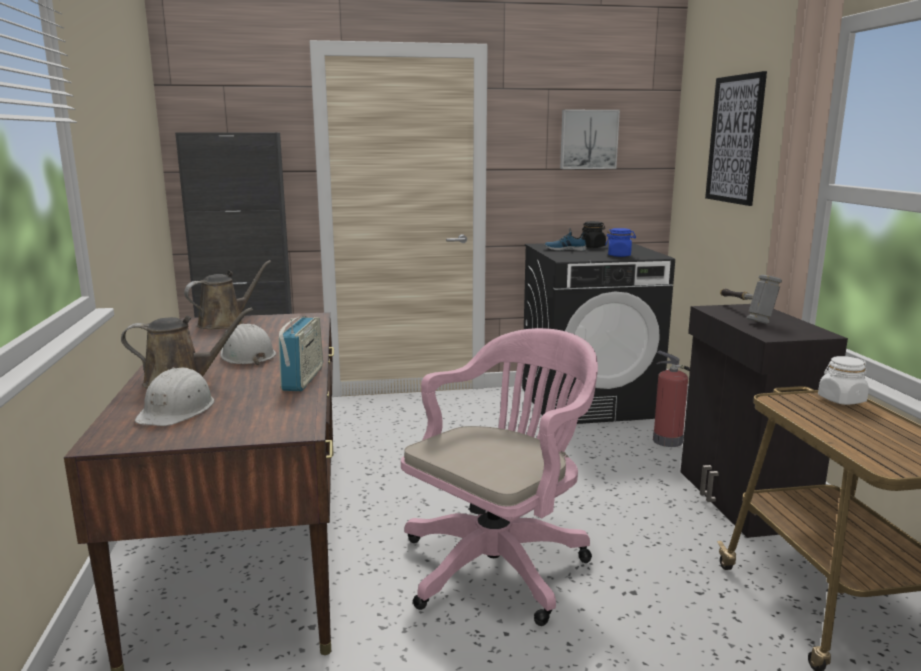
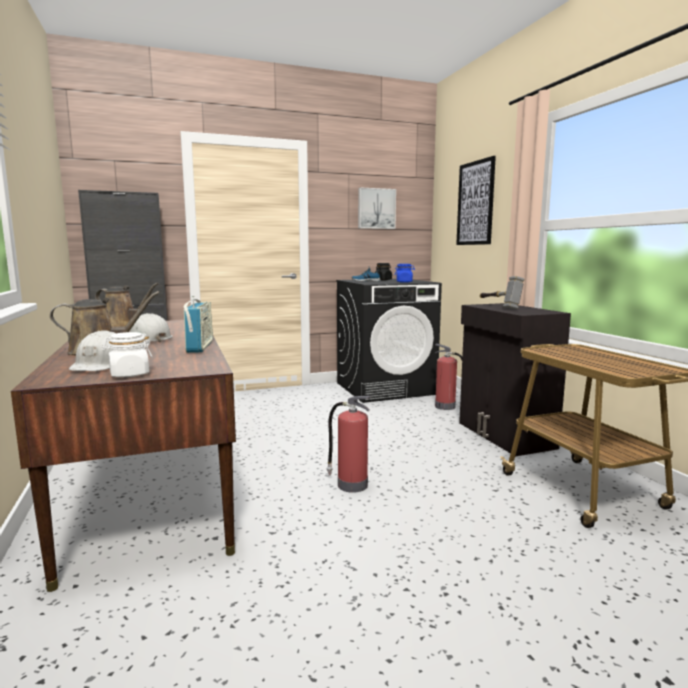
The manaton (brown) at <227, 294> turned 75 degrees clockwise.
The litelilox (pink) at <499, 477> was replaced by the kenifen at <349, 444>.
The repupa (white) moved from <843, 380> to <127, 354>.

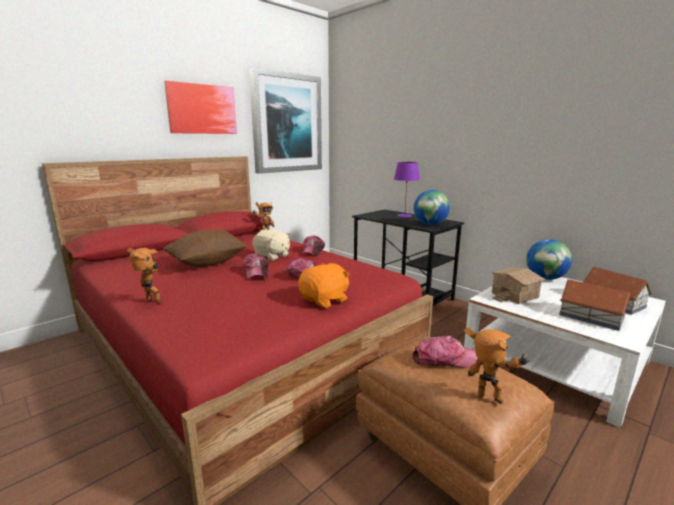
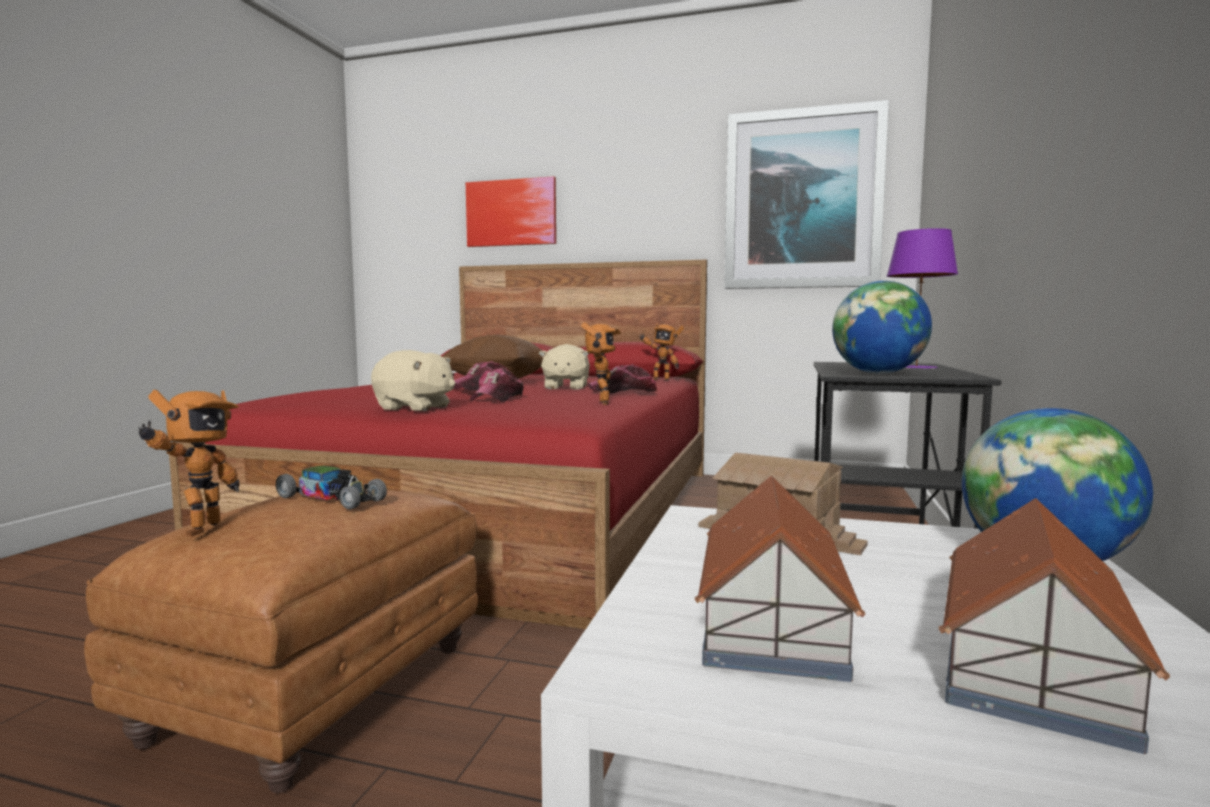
The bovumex moved from <144, 276> to <601, 363>.
The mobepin moved from <200, 107> to <511, 211>.
The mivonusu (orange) at <324, 285> became the mivonusu (beige) at <413, 380>.
The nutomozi at <445, 352> was replaced by the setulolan at <331, 488>.

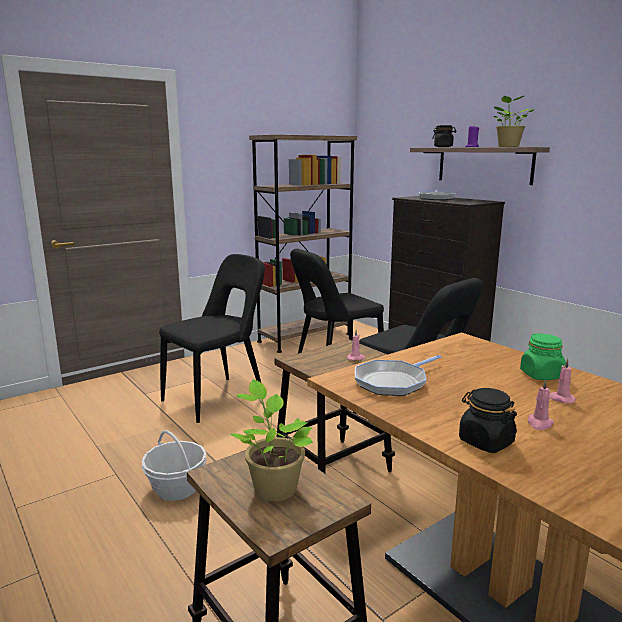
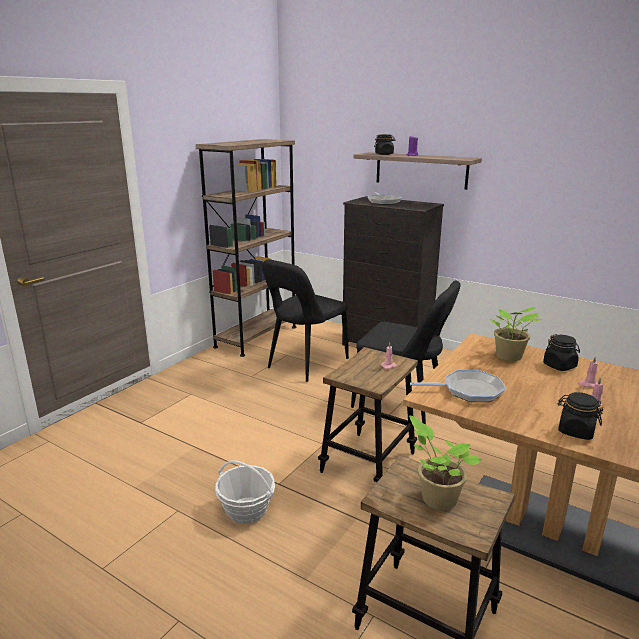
The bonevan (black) at <212, 338> disappeared.
The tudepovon at <398, 375> turned 120 degrees counterclockwise.
The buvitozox moved from <514, 121> to <516, 334>.
The repupa (green) at <543, 356> became the repupa (black) at <561, 352>.

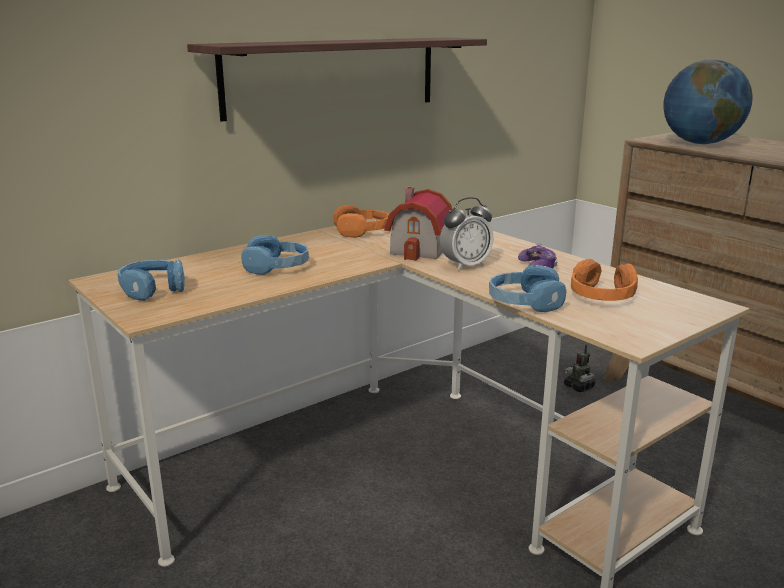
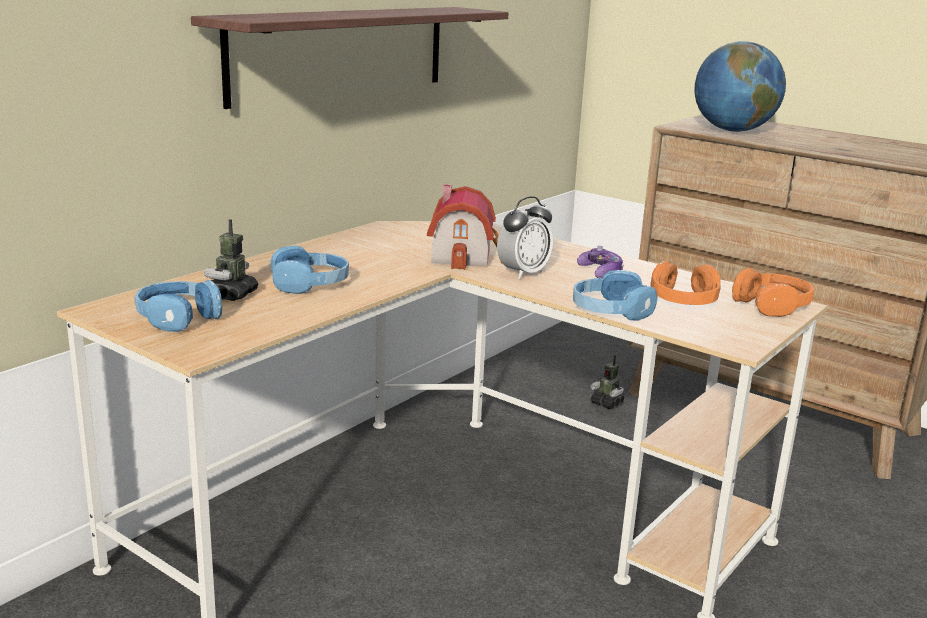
The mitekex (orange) moved from <361, 221> to <773, 292>.
The bovumex at <231, 260> appeared.

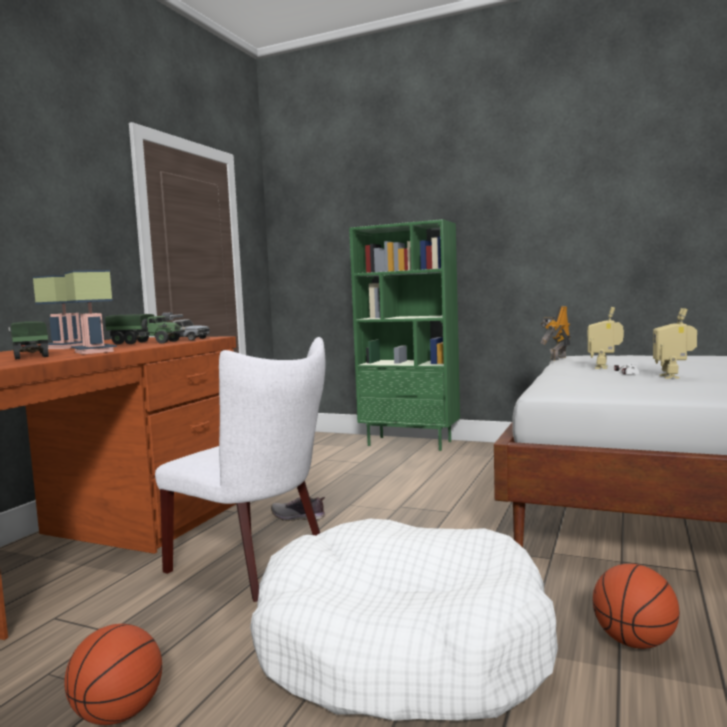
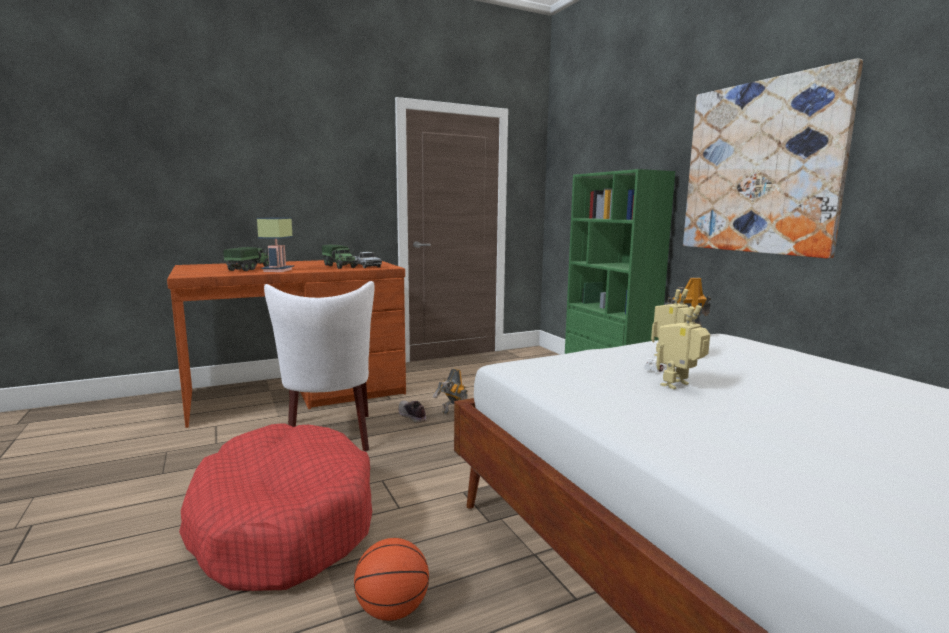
The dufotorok at <58, 312> disappeared.
The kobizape at <113, 674> disappeared.
The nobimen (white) at <404, 620> became the nobimen (red) at <275, 507>.
The bovumex at <450, 391> appeared.
The mobepin at <773, 158> appeared.

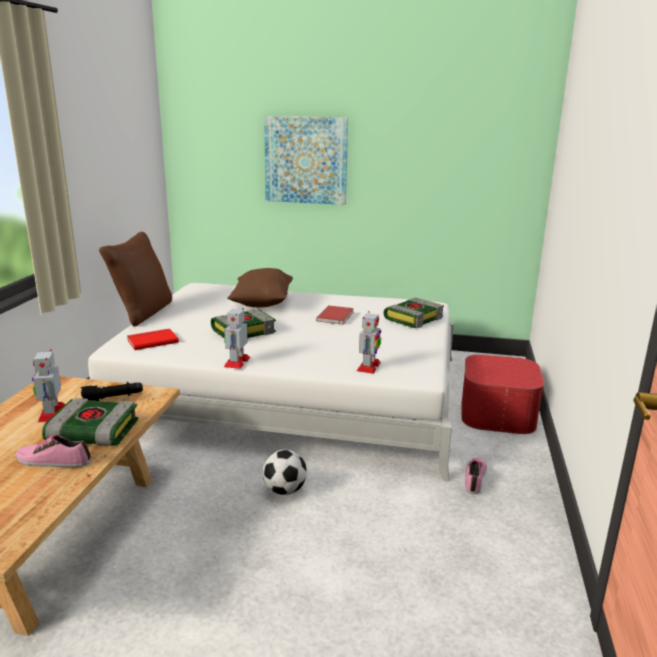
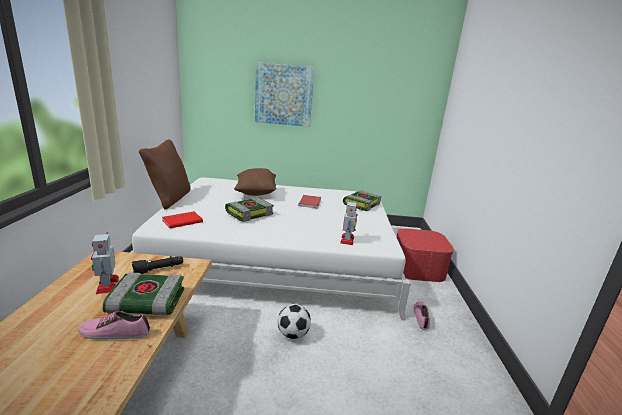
The bovumex at <237, 338> disappeared.

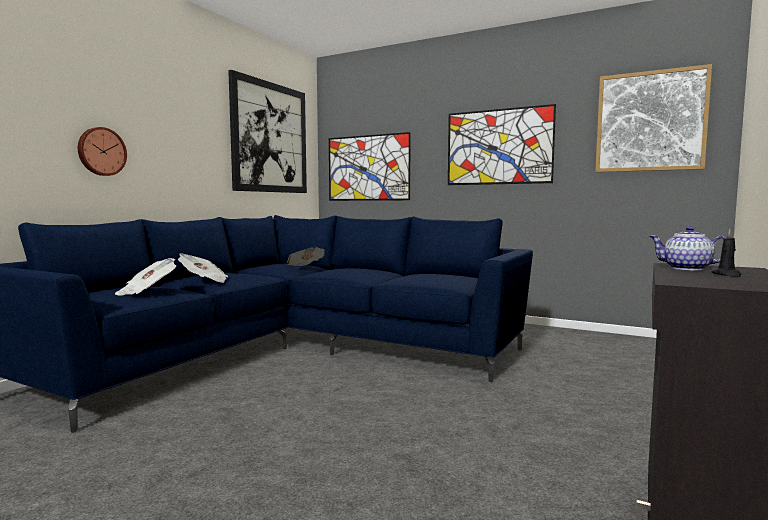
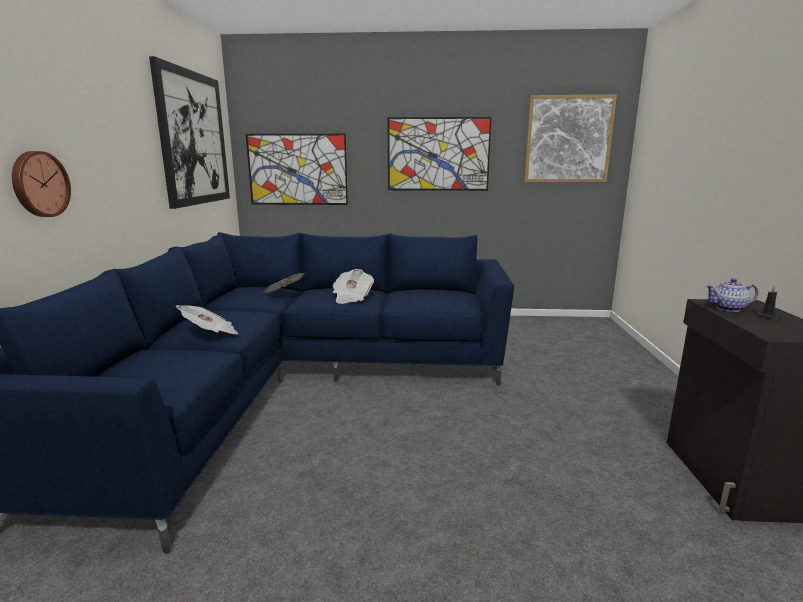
The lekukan moved from <145, 276> to <353, 286>.

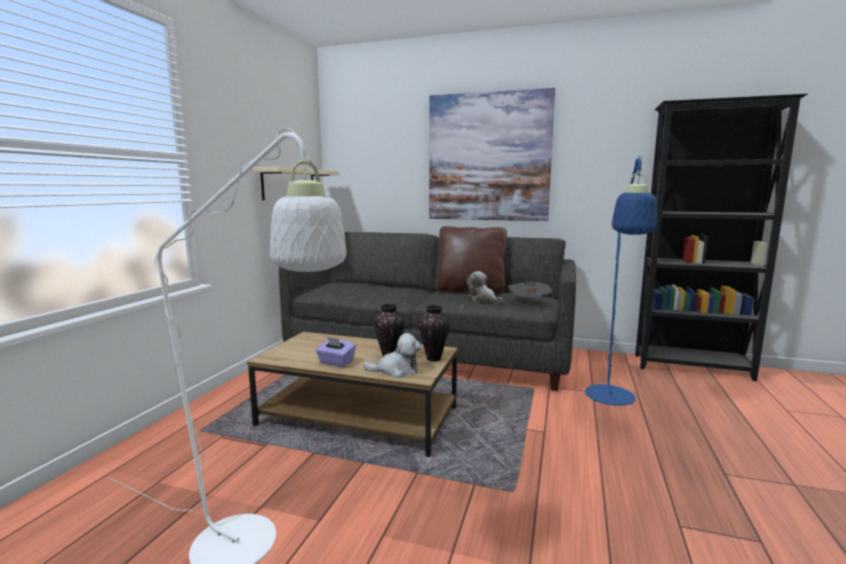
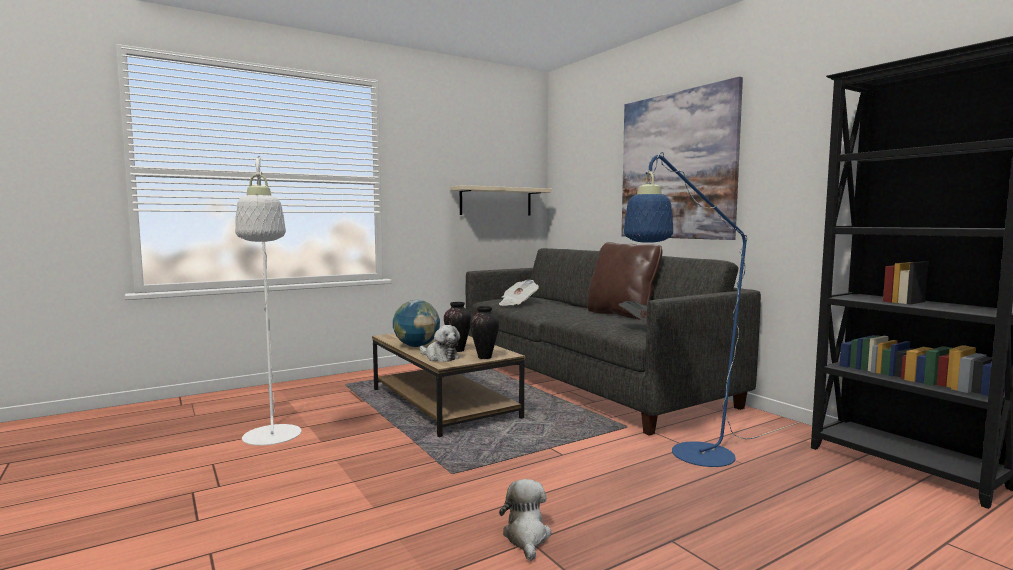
The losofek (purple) at <336, 352> was replaced by the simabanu at <416, 323>.
The mivonusu moved from <485, 287> to <525, 520>.
The lekukan at <519, 293> appeared.

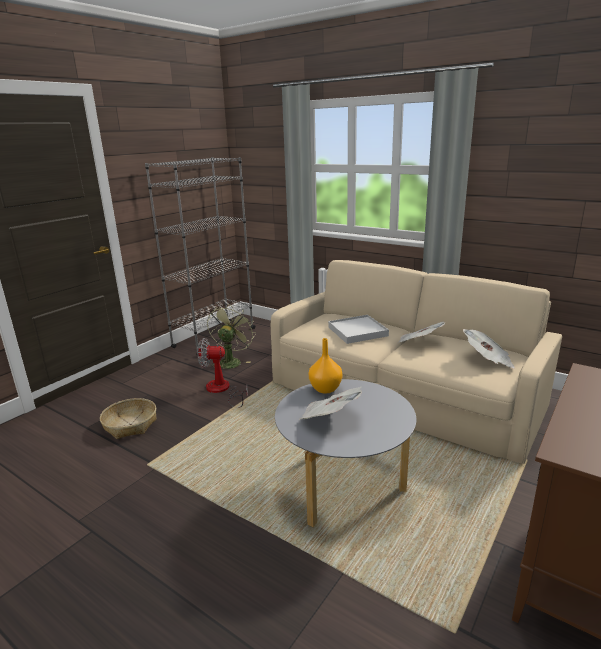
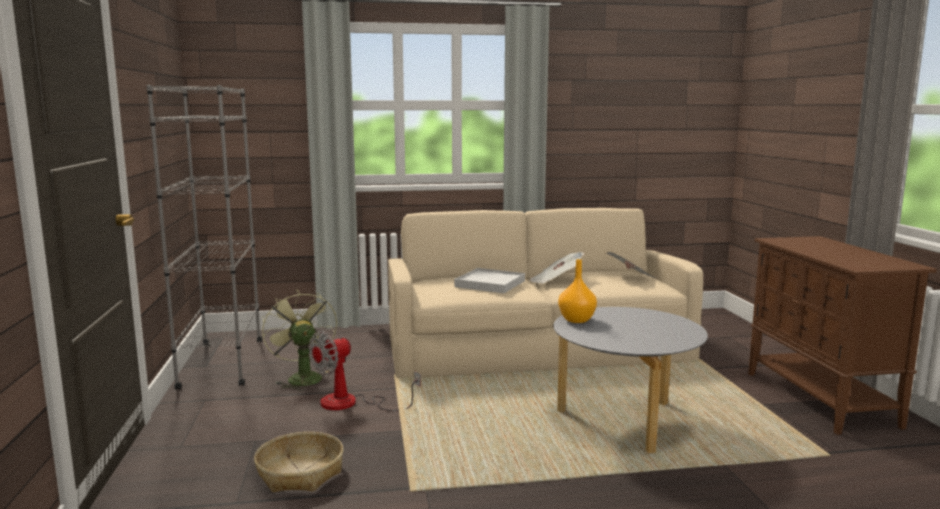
The lekukan at <330, 403> disappeared.

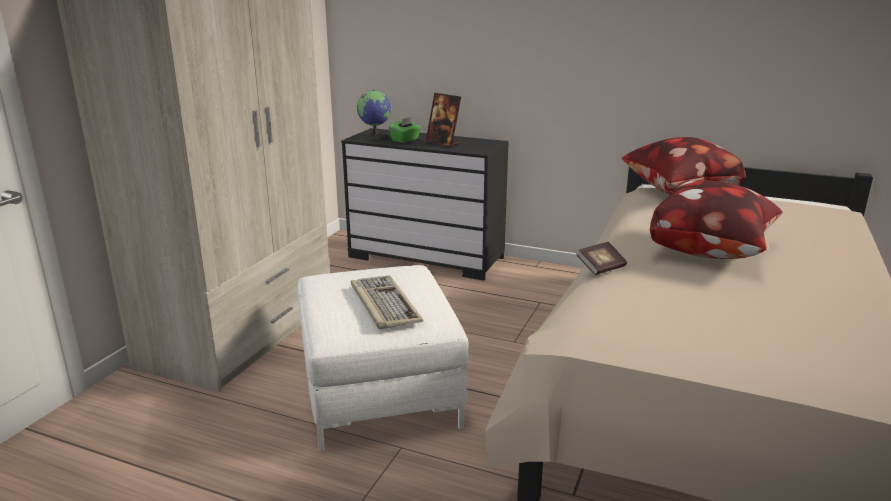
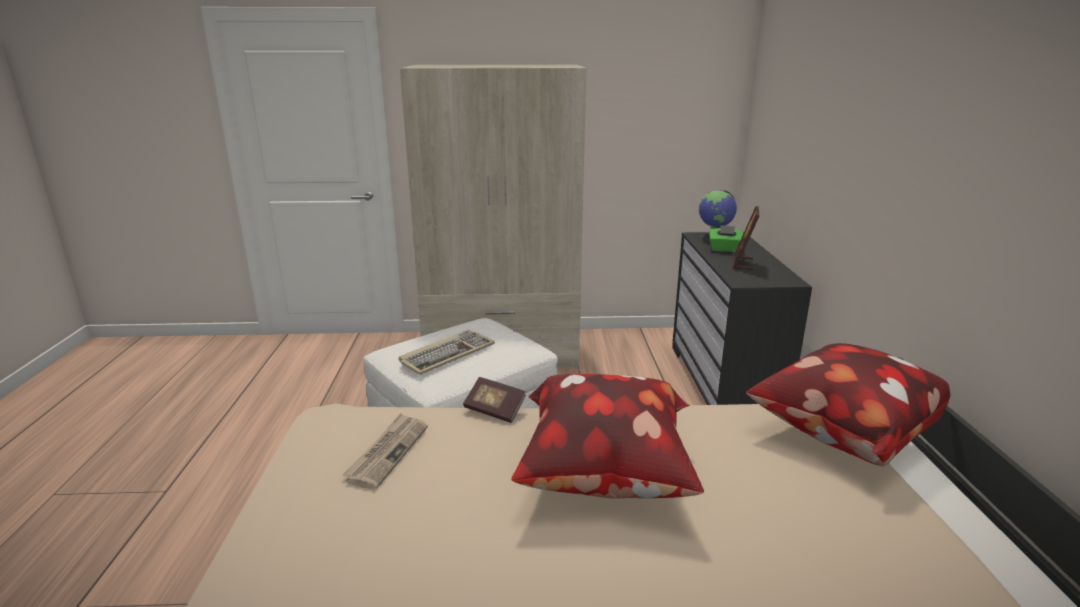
The lekukan at <385, 451> appeared.

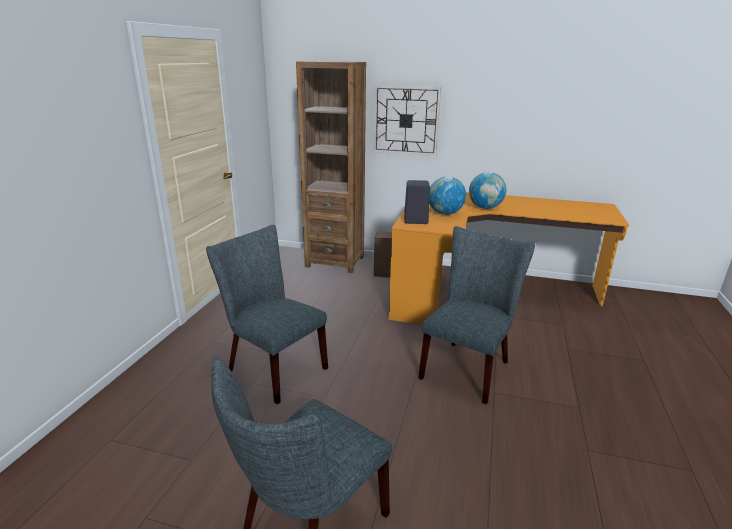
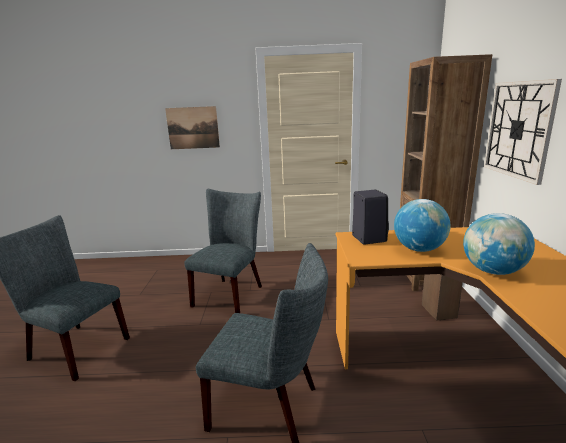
The mobepin at <192, 127> appeared.

